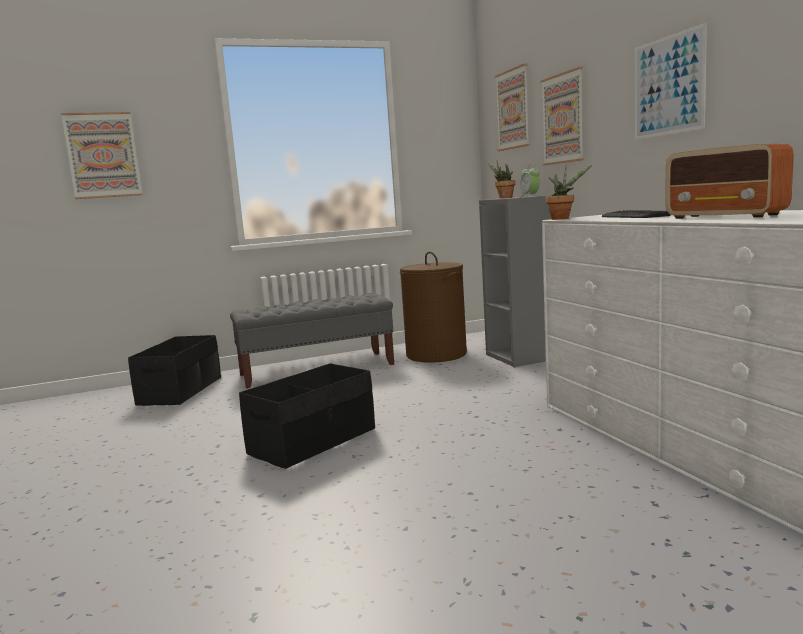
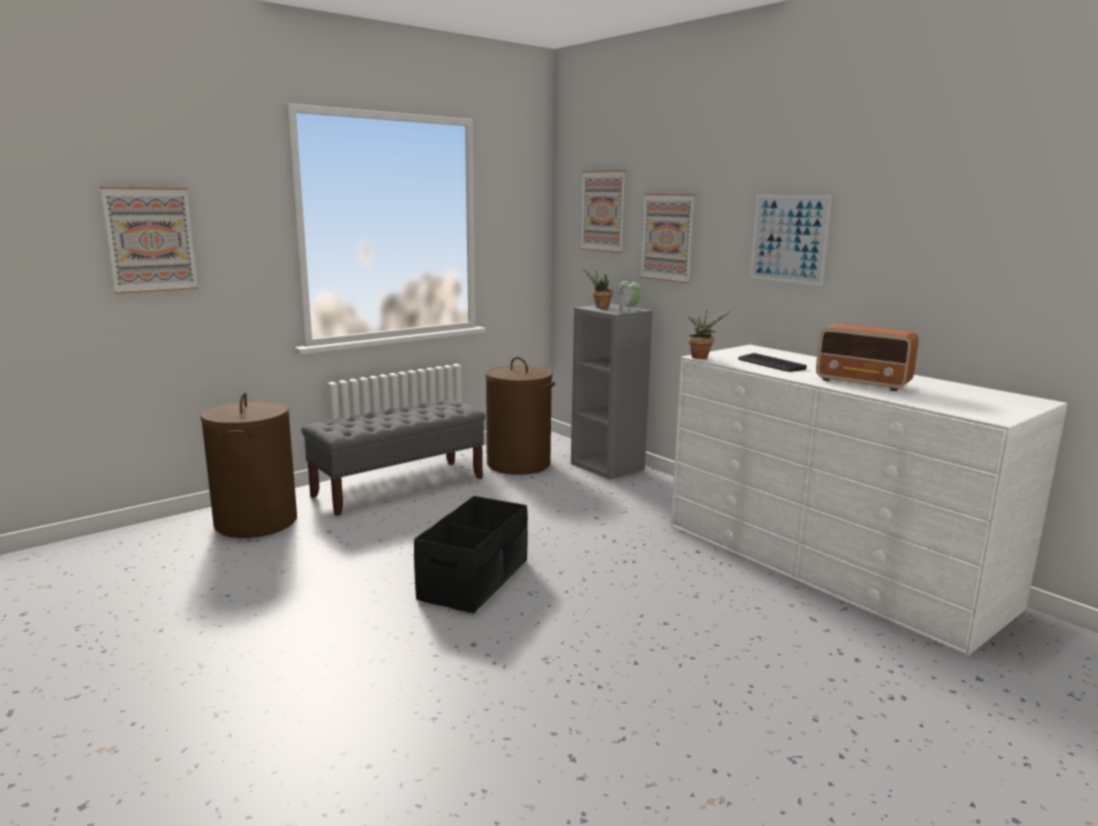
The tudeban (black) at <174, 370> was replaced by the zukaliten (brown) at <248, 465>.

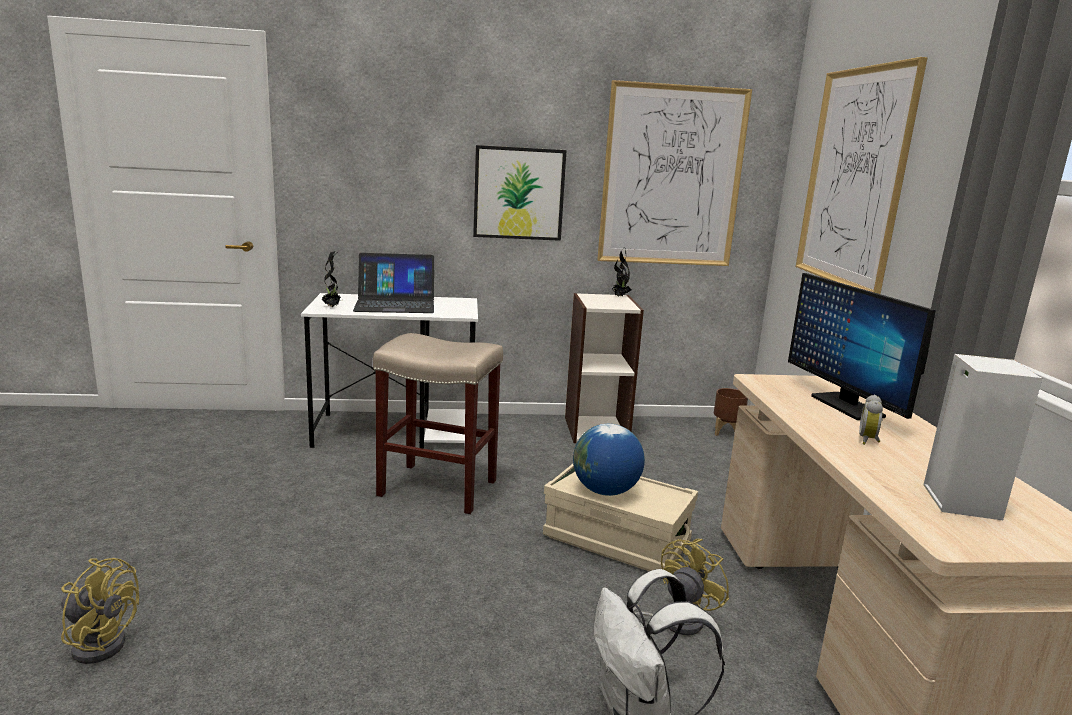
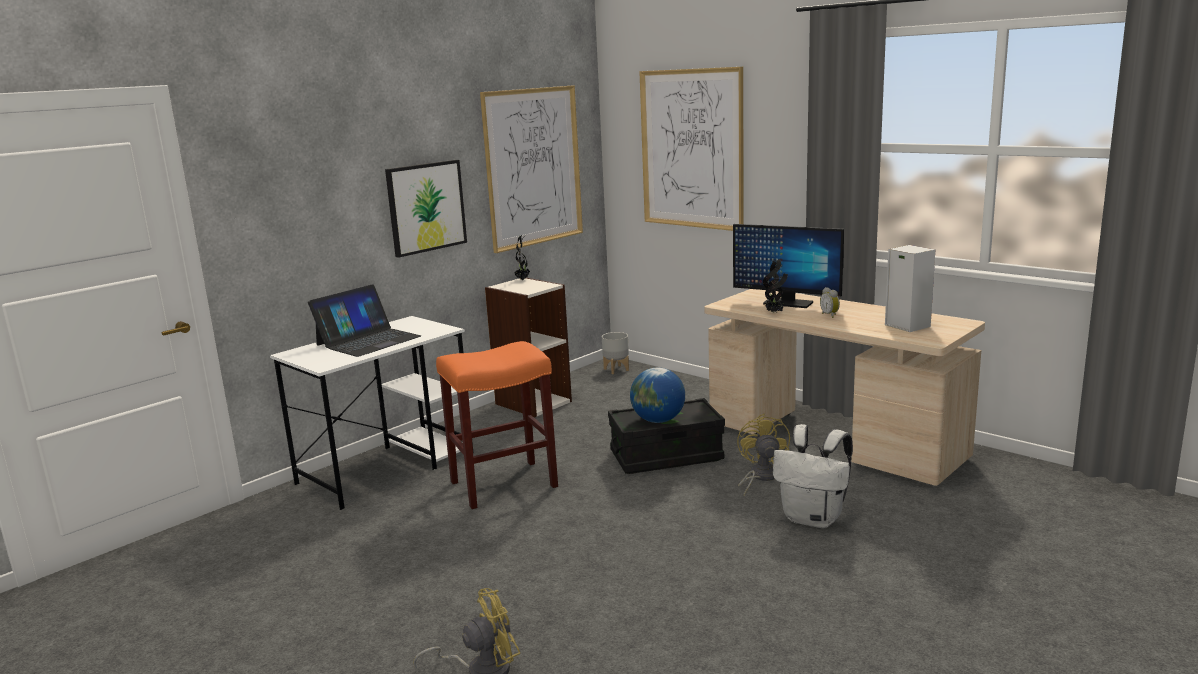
The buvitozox moved from <331, 279> to <775, 286>.
The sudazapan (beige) at <438, 423> became the sudazapan (orange) at <497, 425>.
The tudeban (beige) at <620, 517> became the tudeban (black) at <666, 436>.
The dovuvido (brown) at <731, 412> became the dovuvido (grey) at <615, 353>.

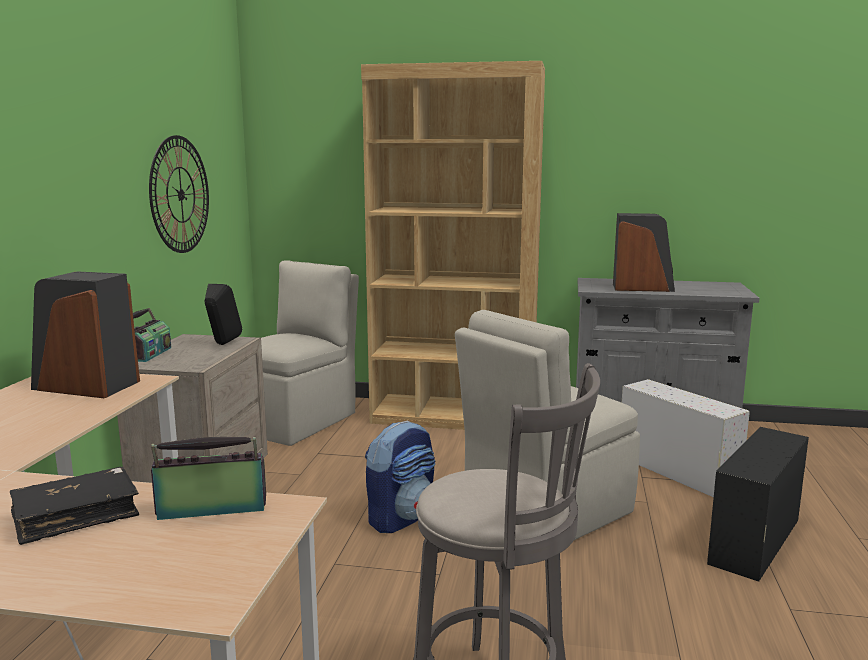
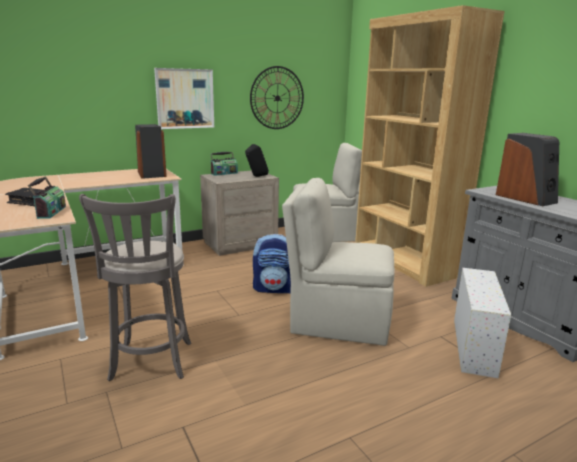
The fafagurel at <208, 478> turned 45 degrees clockwise.
The tudeban (black) at <758, 504> disappeared.
The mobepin at <184, 98> appeared.

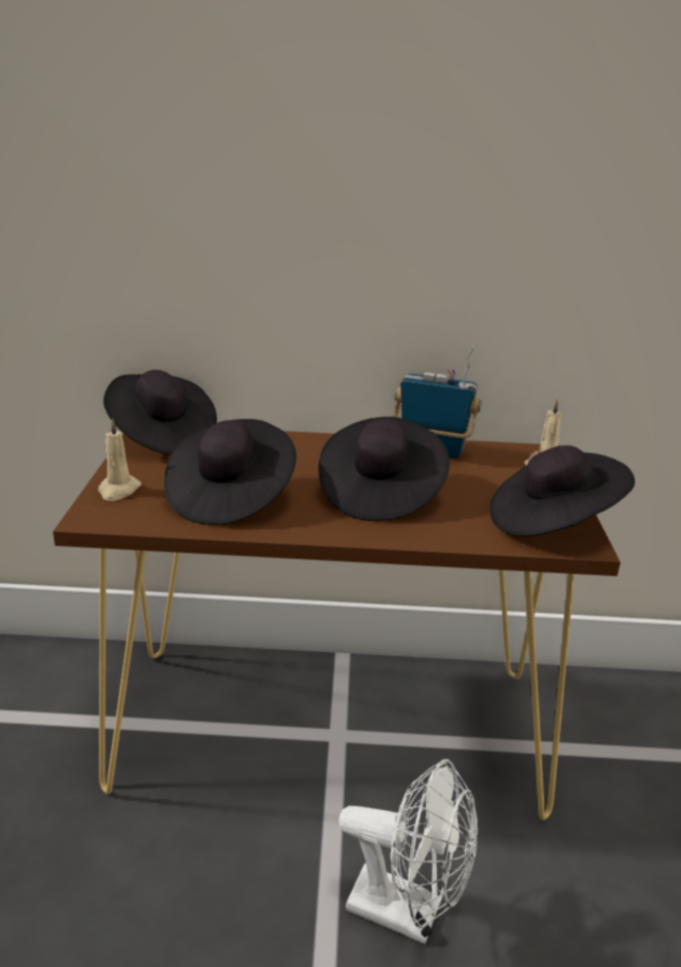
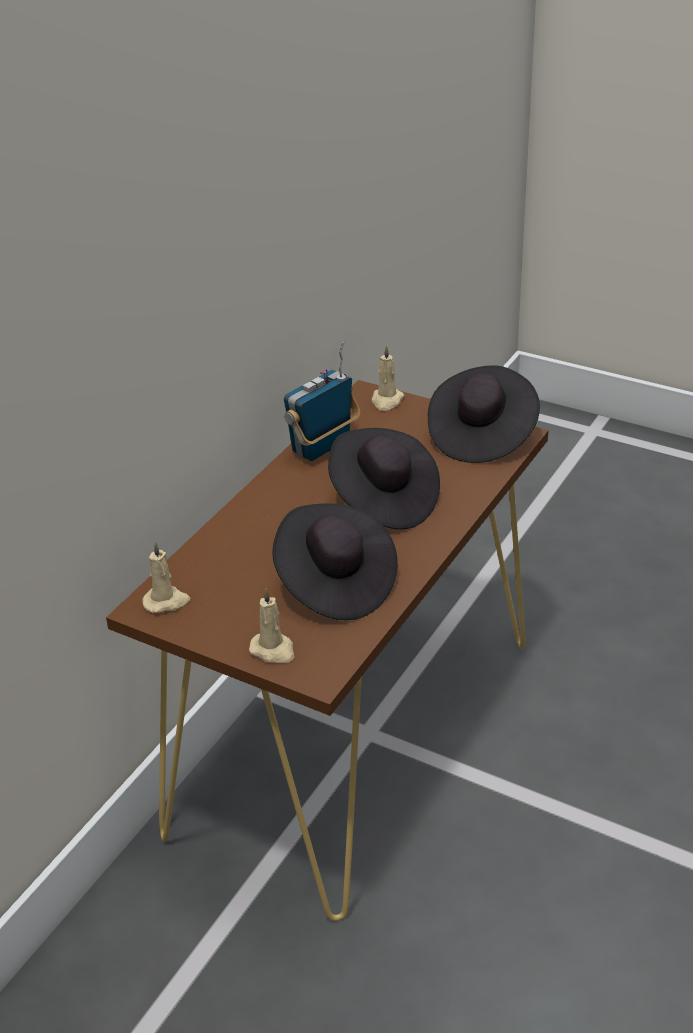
The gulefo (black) at <160, 412> was replaced by the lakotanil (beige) at <166, 577>.
The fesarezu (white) at <408, 851> disappeared.

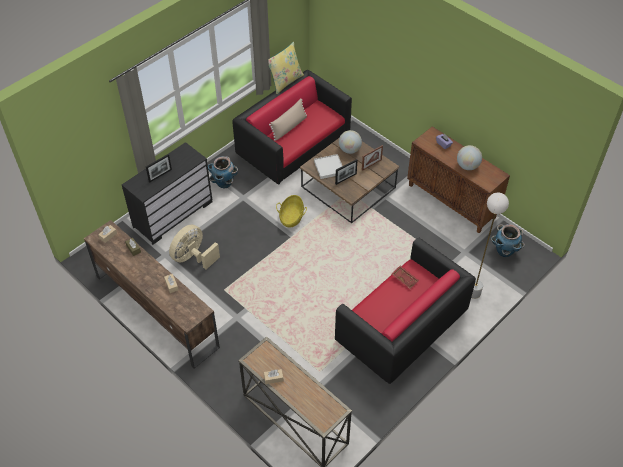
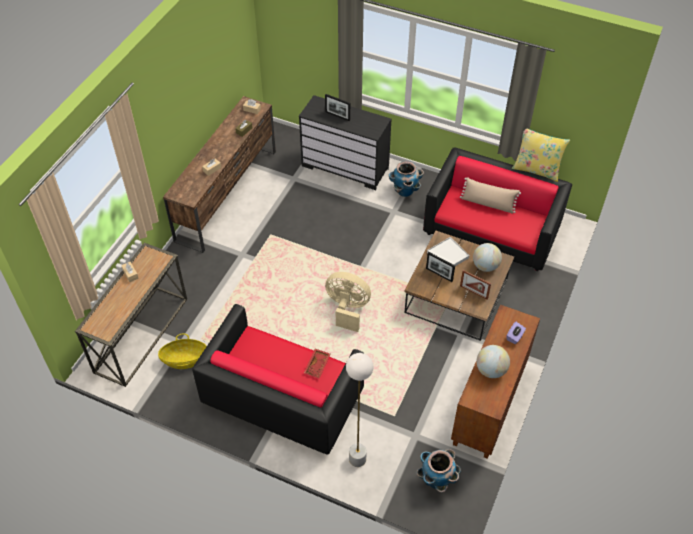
The fesarezu (beige) moved from <194, 247> to <348, 302>.
The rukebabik moved from <291, 211> to <182, 351>.

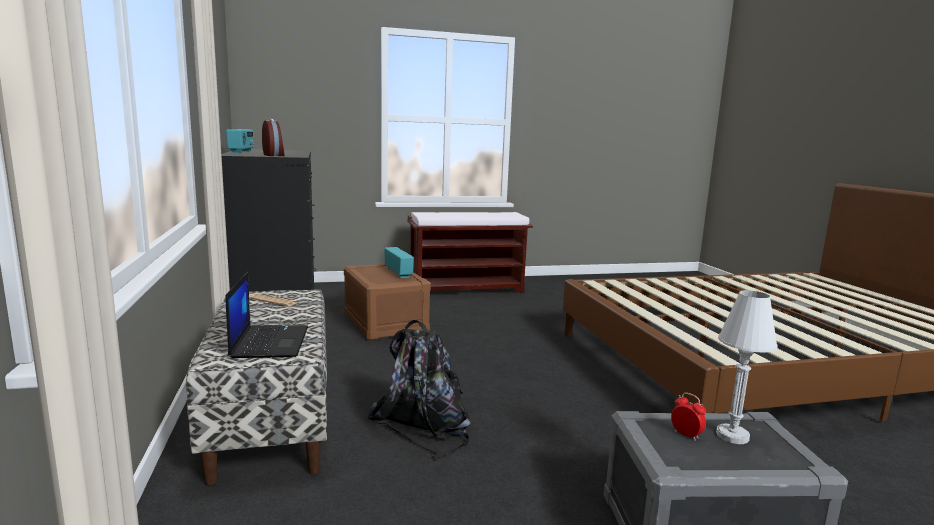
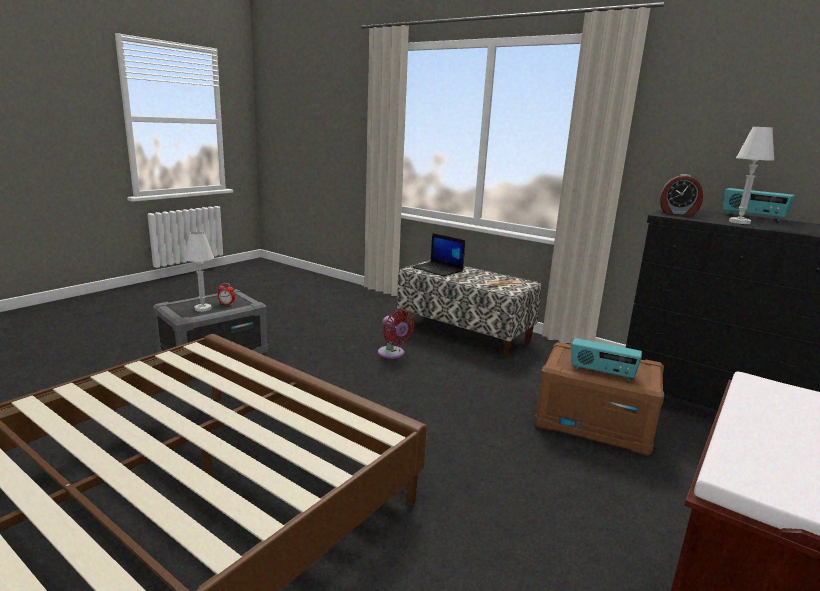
The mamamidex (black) at <419, 389> was replaced by the fesarezu (red) at <396, 334>.
The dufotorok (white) at <752, 175> appeared.

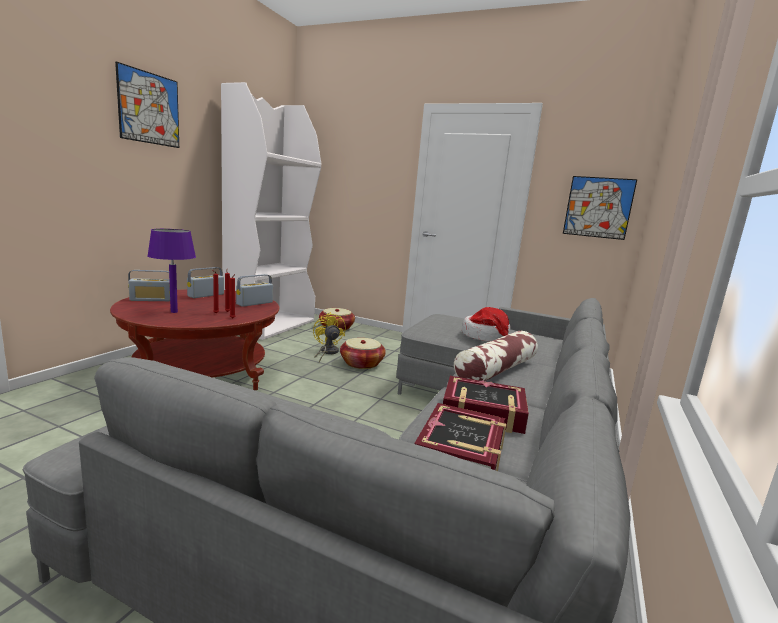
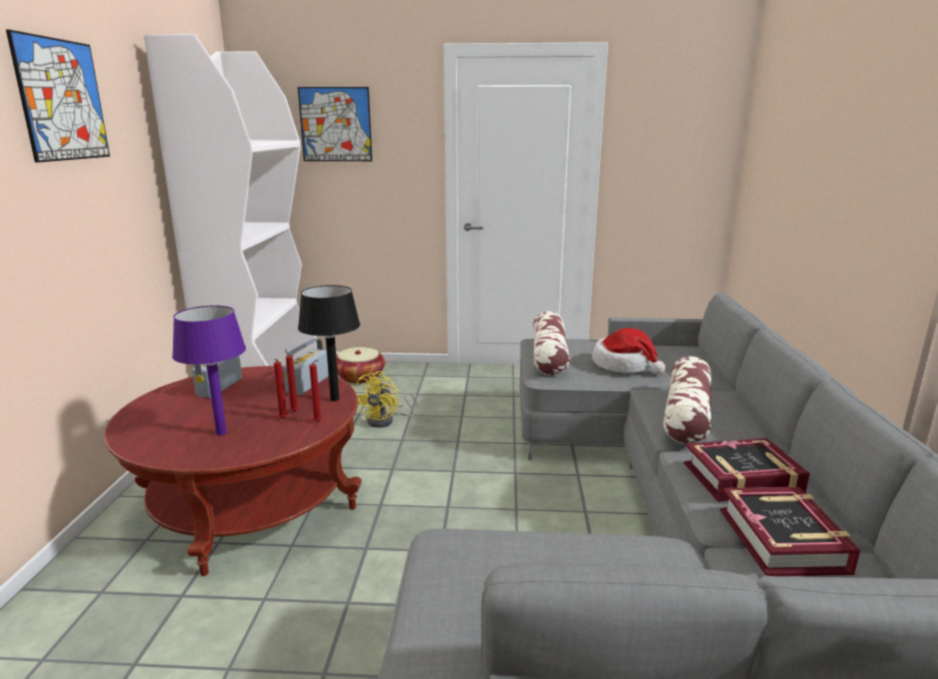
The fafagurel at <149, 285> disappeared.
The fesarezu (yellow) at <329, 337> turned 120 degrees counterclockwise.
The rukebabik at <363, 353> disappeared.
The mobepin moved from <600, 208> to <335, 124>.
The dufotorok (black) at <329, 343> appeared.
The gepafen at <551, 343> appeared.

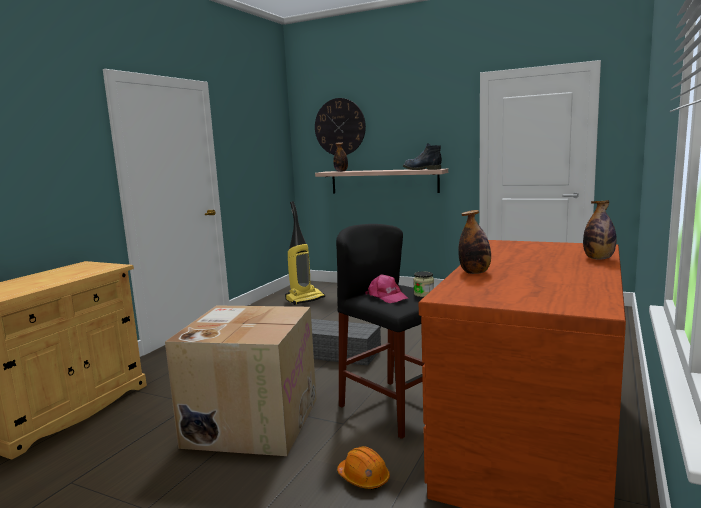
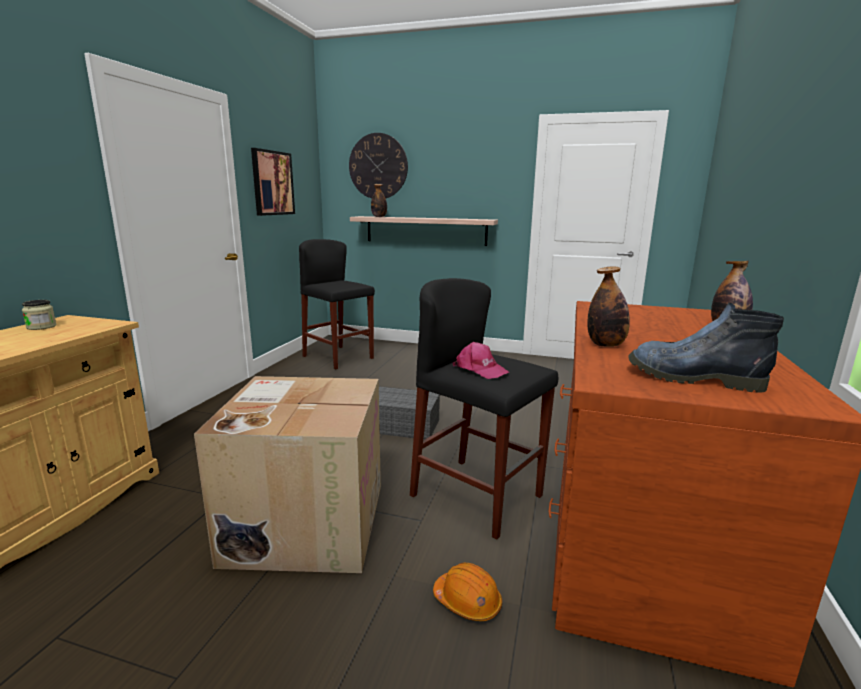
The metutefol at <305, 253> was replaced by the sudazapan (black) at <337, 304>.
The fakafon moved from <422, 156> to <706, 347>.
The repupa moved from <423, 284> to <39, 315>.
The mobepin at <273, 182> appeared.

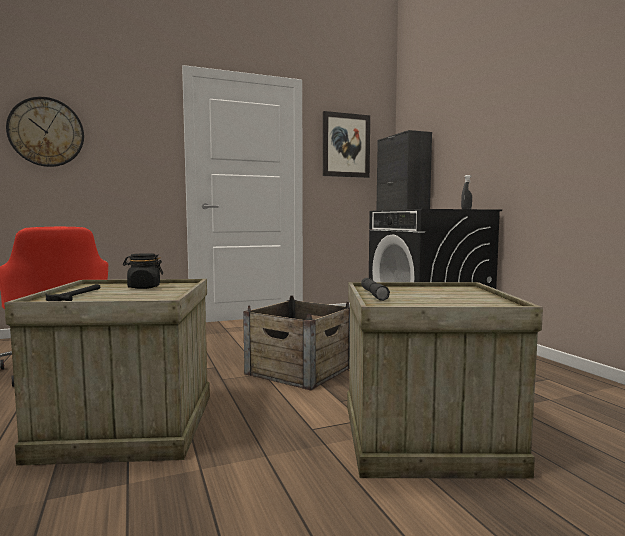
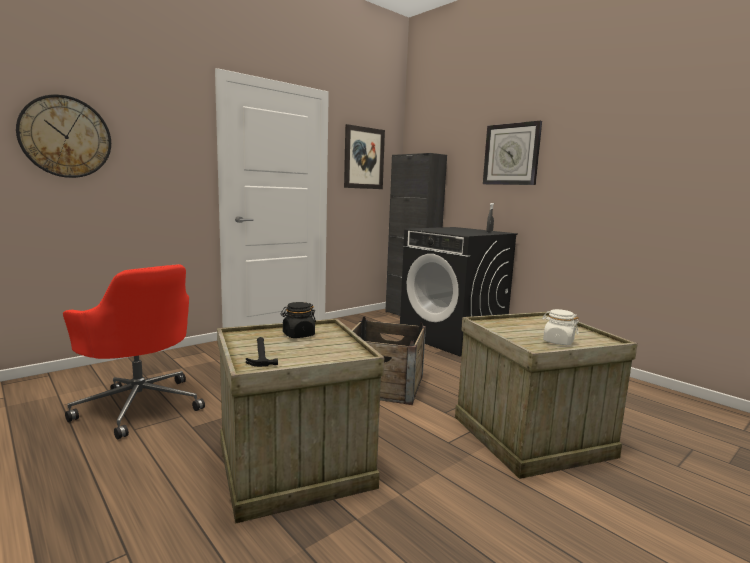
The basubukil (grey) at <375, 289> disappeared.
The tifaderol at <512, 153> appeared.
The repupa (white) at <560, 327> appeared.

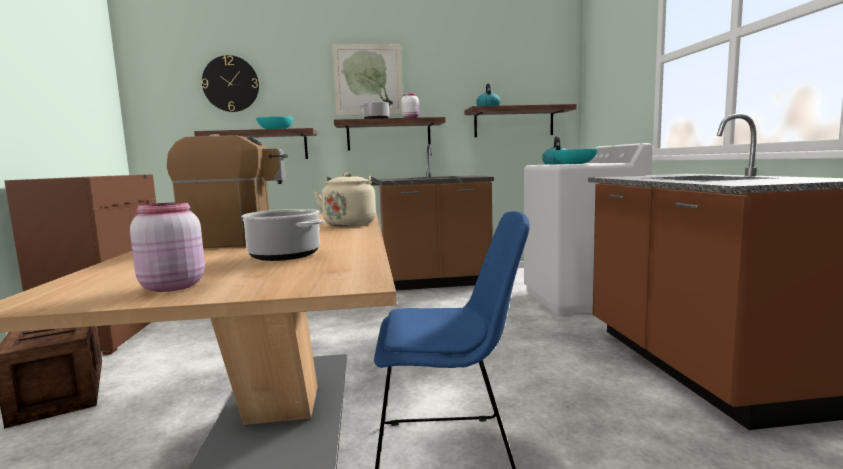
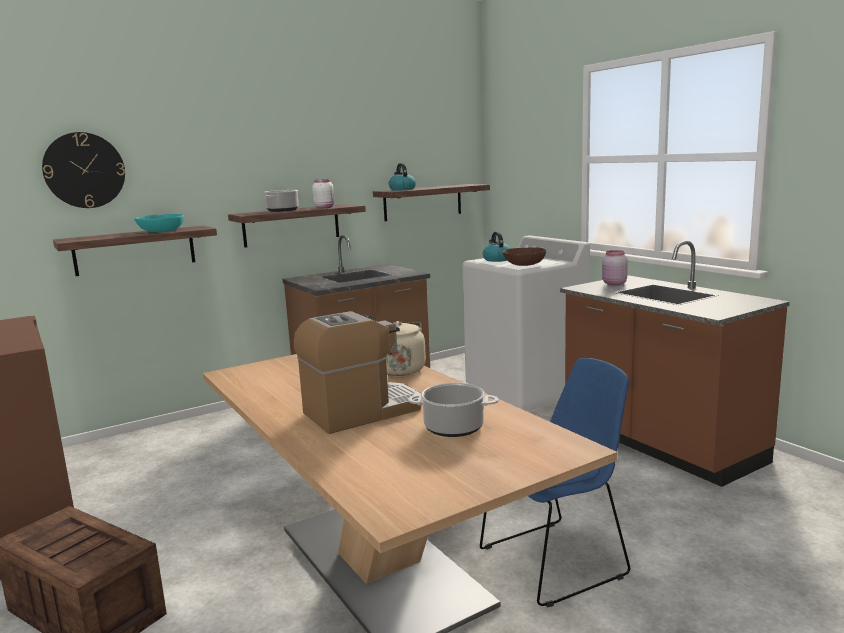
The repupa (pink) moved from <167, 247> to <615, 267>.
The mobepin at <367, 80> disappeared.
The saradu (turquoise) at <575, 156> became the saradu (brown) at <524, 256>.

